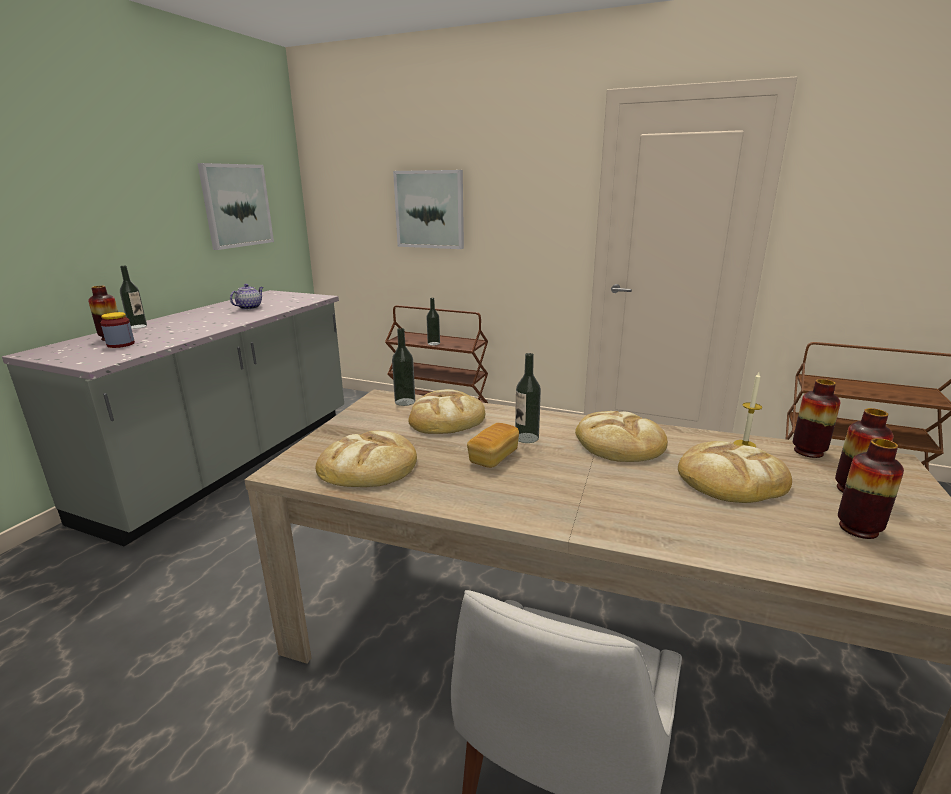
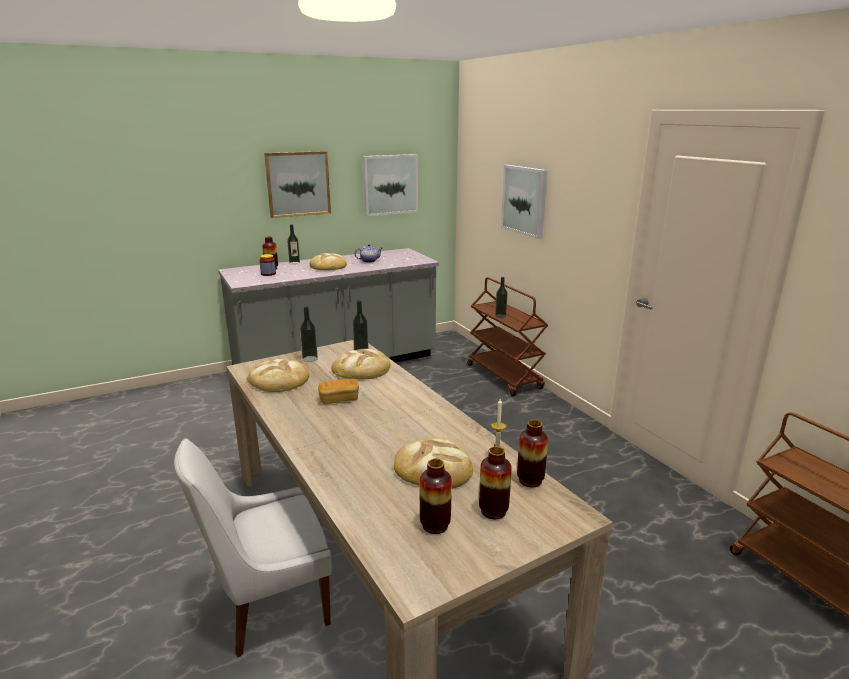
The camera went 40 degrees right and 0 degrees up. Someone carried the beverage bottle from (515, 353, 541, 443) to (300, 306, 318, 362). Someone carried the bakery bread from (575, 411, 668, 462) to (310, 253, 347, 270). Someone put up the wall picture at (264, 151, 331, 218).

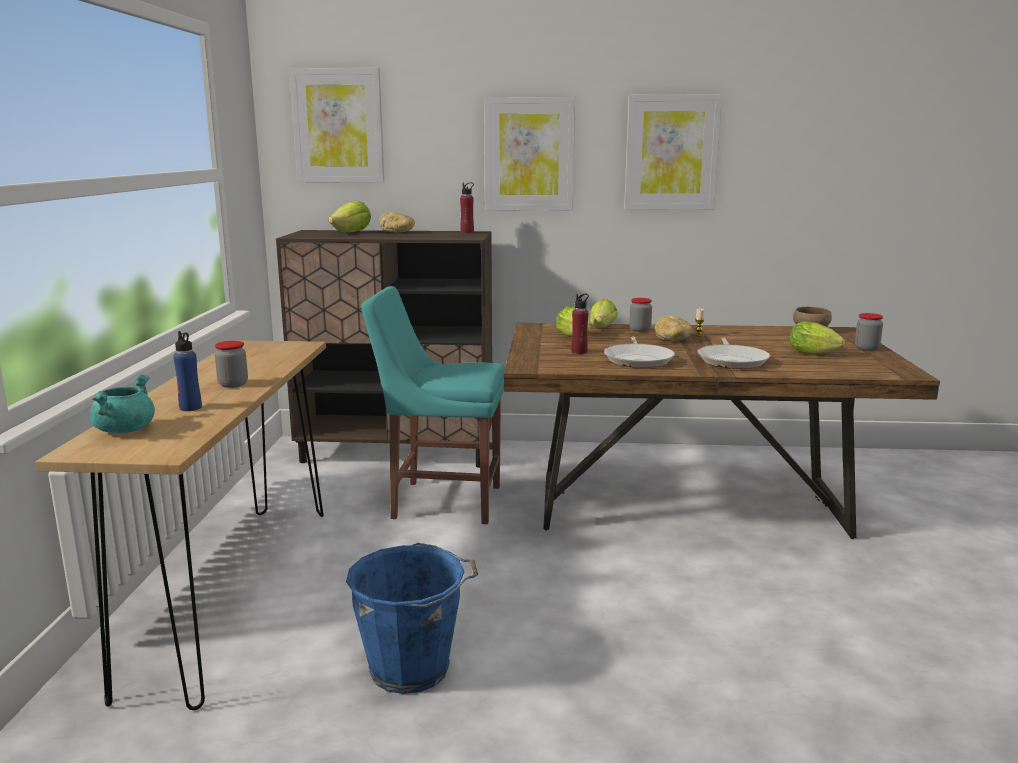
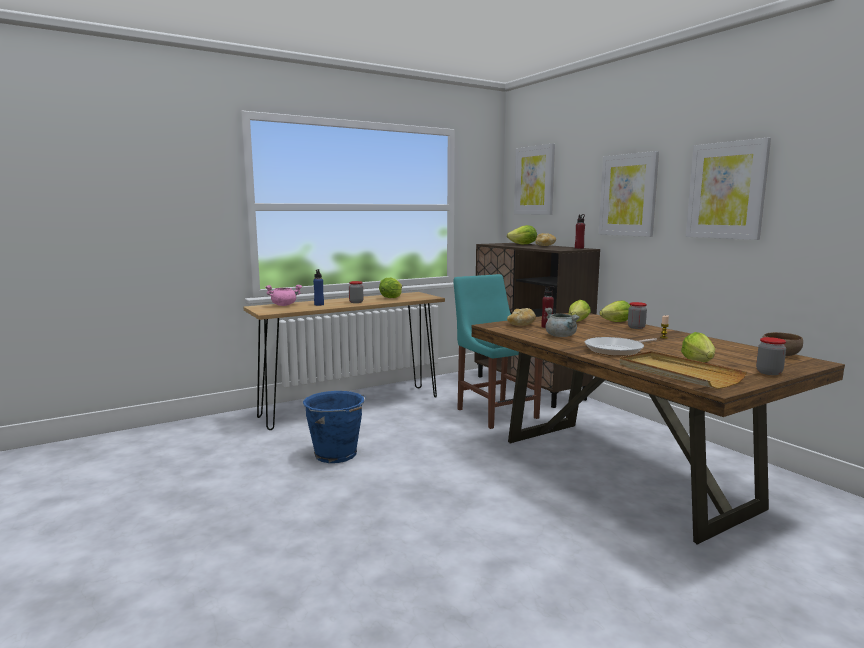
The camera went 55 degrees right and 5 degrees down. Someone repainted the stockpot in turquoise at (90, 375, 155, 433), which became the stockpot in pink at (265, 285, 302, 306). Someone swapped the skillet at (604, 337, 675, 368) for the stockpot in greyish at (545, 308, 580, 337). Someone carried the bakery bread from (655, 315, 693, 341) to (507, 308, 536, 326). Someone put down the lettuce head at (379, 278, 402, 298). Someone put down the serving tray in sand-coloured at (620, 351, 747, 389).

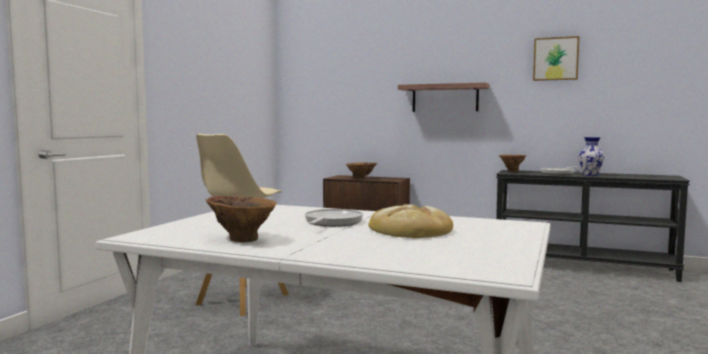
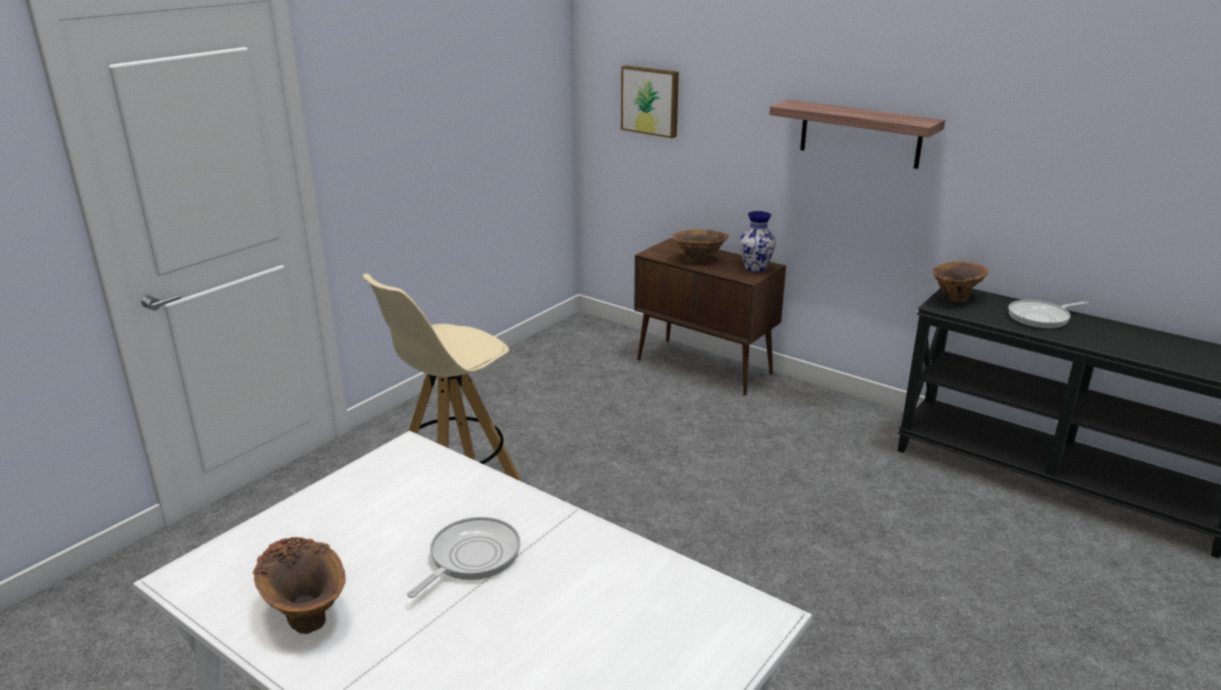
The camera went 15 degrees right and 20 degrees up. Someone took away the bakery bread at (368, 205, 453, 238). Someone carried the wall picture from (533, 36, 579, 81) to (621, 65, 679, 138). Someone carried the flower vase from (578, 137, 605, 176) to (739, 211, 776, 273).

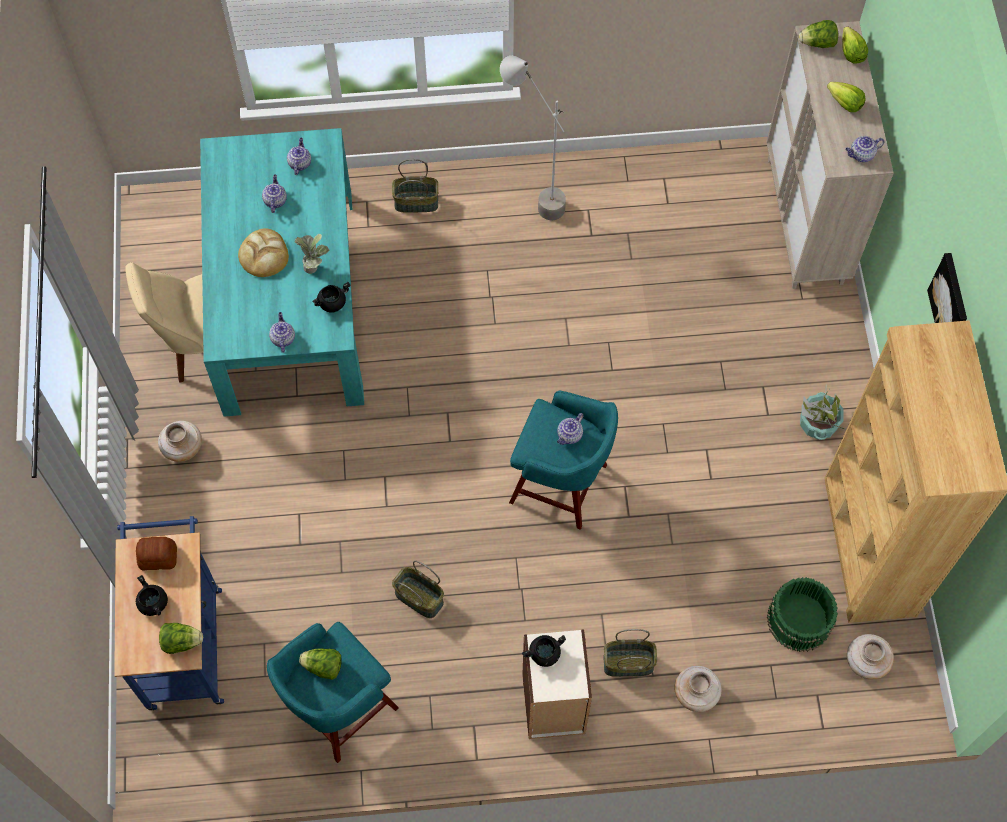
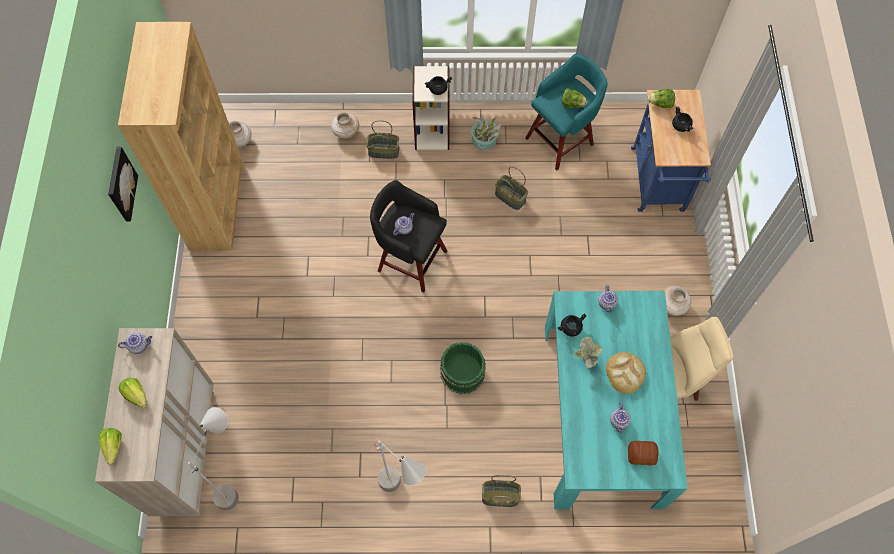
The camera went 175 degrees left and 0 degrees up. Someone carried the bakery bread from (136, 537, 177, 570) to (628, 441, 658, 465). Someone took away the pot for tea at (287, 137, 311, 175). Someone repainted the stool in turquoise at (509, 391, 618, 530), which became the stool in black at (370, 180, 447, 293). Someone carried the water bucket in green from (767, 577, 838, 652) to (440, 342, 486, 394). Someone took away the lettuce head at (799, 20, 838, 48). Someone carried the houseplant from (800, 387, 845, 440) to (471, 116, 502, 150). Someone put down the floor lamp in greyish at (186, 407, 239, 510).

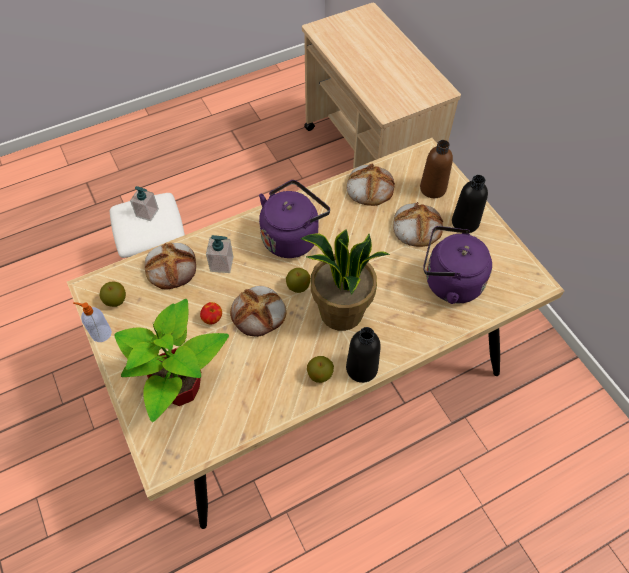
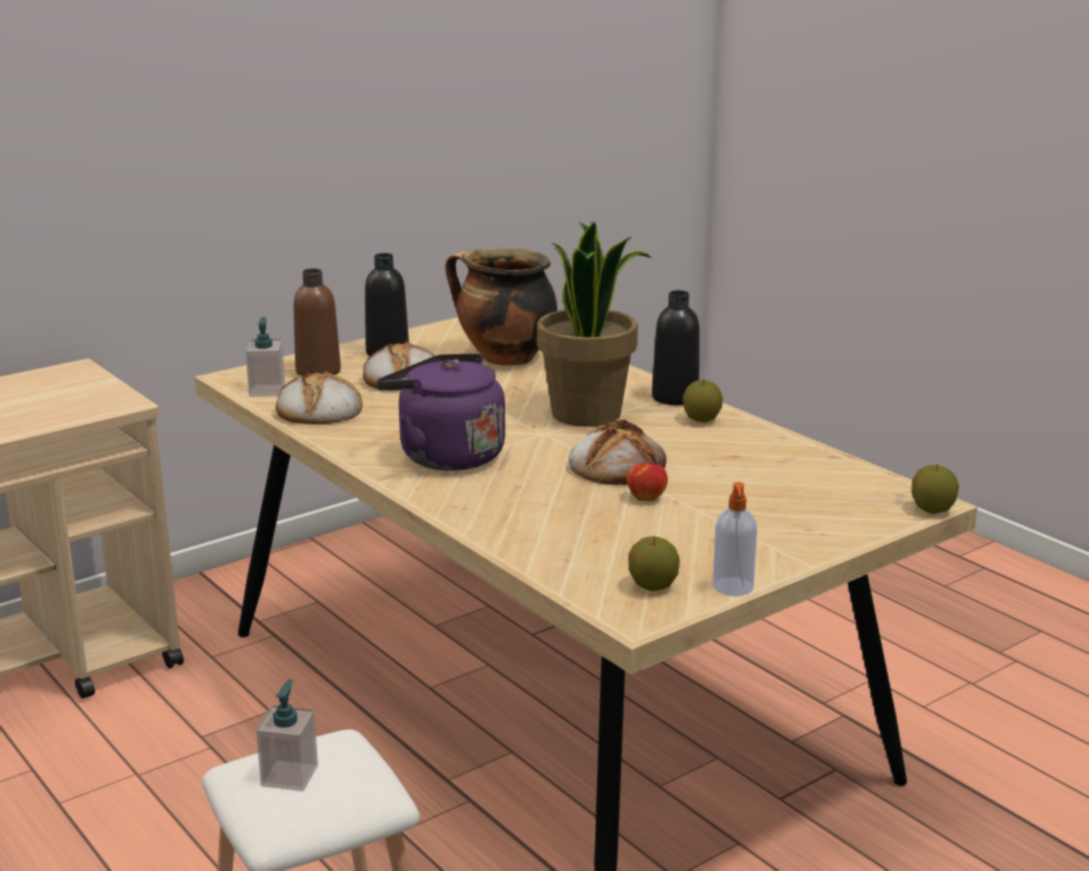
The camera went 100 degrees left and 35 degrees down. Someone took away the houseplant at (114, 299, 229, 422). Someone took away the bakery bread at (145, 243, 196, 290). Someone carried the soap bottle from (206, 235, 233, 273) to (245, 317, 285, 397). Someone carried the whole apple from (286, 268, 311, 293) to (912, 464, 959, 514). Someone swapped the water kettle in purple at (423, 226, 492, 304) for the stockpot at (445, 248, 557, 366).

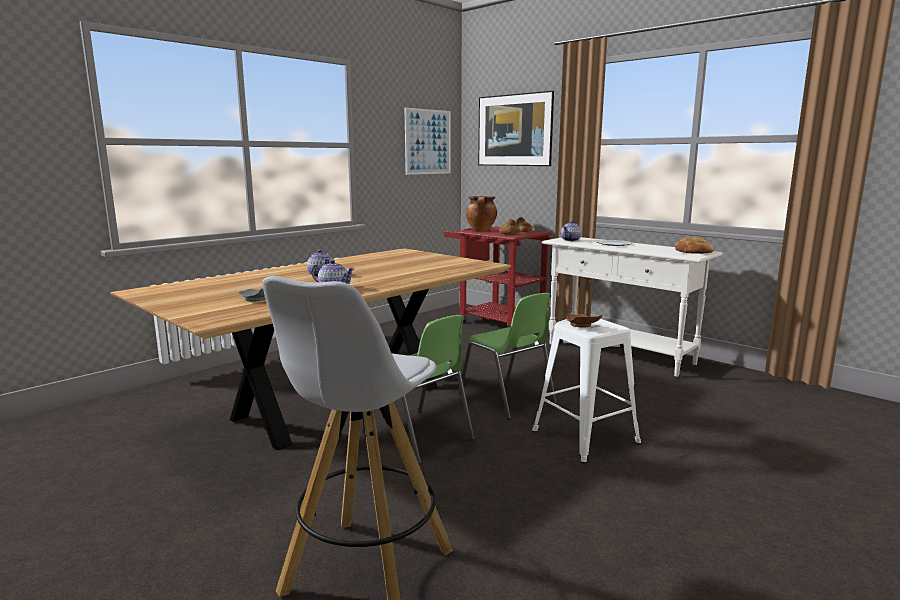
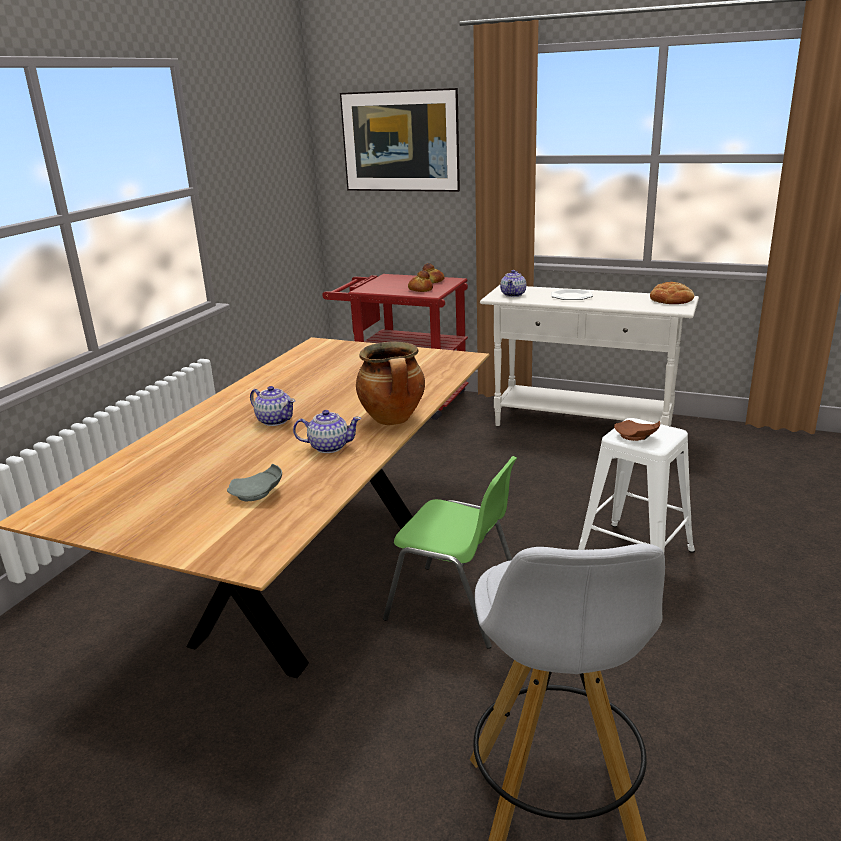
The camera went 20 degrees left and 10 degrees up. Someone took away the wall picture at (404, 107, 451, 175). Someone took away the plain chair in green at (458, 293, 556, 420). Someone carried the stockpot from (466, 196, 497, 231) to (356, 341, 425, 425).

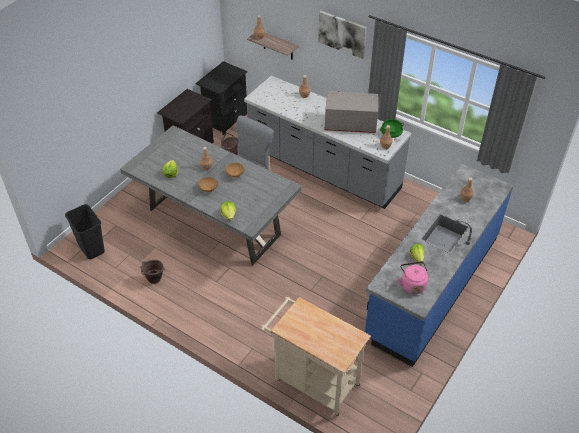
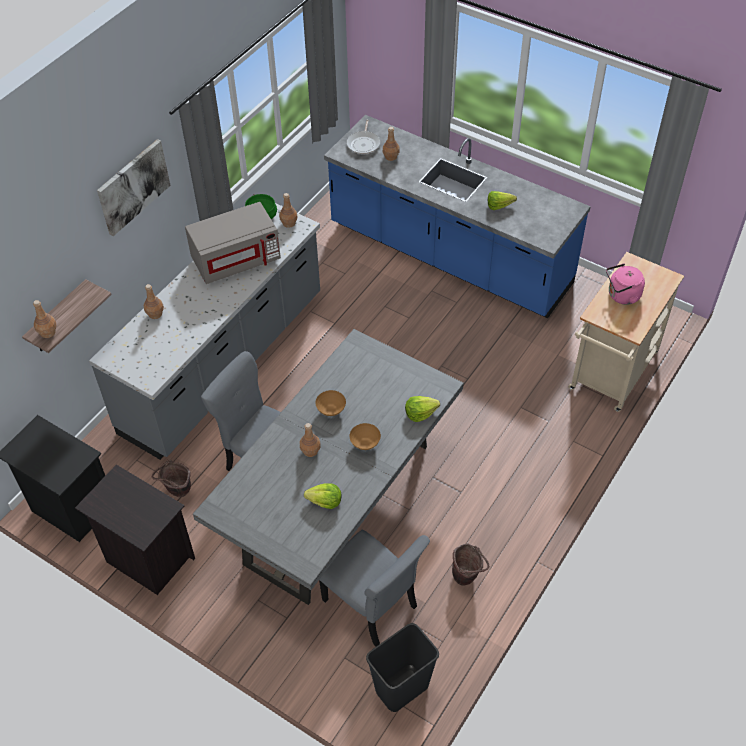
The camera went 90 degrees left and 5 degrees up. Someone rotated the kitchen microwave in greyish at (324, 91, 379, 133) by 120 degrees counterclockwise. Someone carried the water kettle in pink from (398, 261, 428, 294) to (606, 263, 645, 305). Someone put down the plain chair in greyish at (319, 530, 430, 646). Someone put down the skillet at (346, 119, 380, 154).

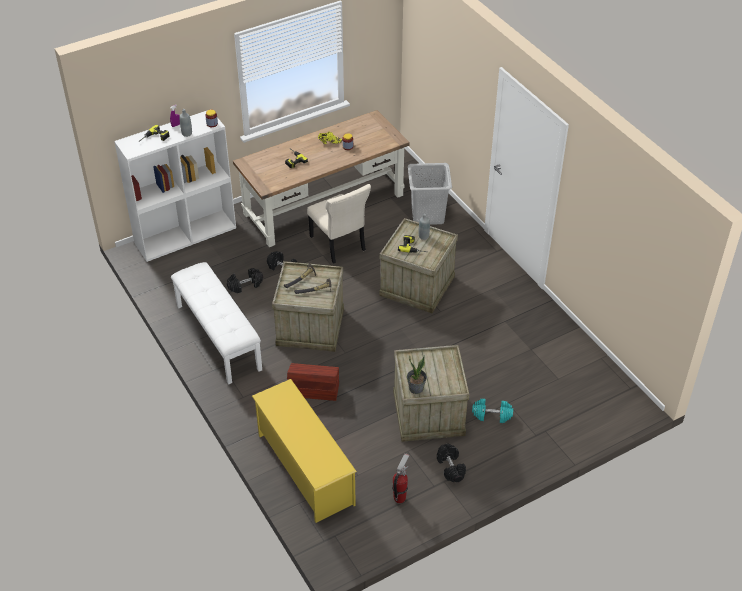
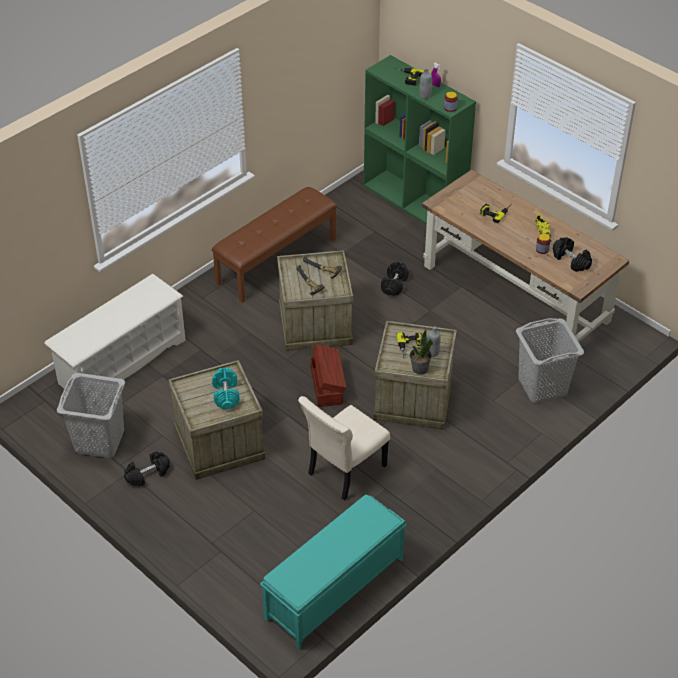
The camera went 75 degrees right and 0 degrees up. Someone repainted the bookcase in white-coloured at (114, 109, 236, 262), which became the bookcase in green at (364, 55, 476, 234). Someone repainted the indoor bench in white-coloured at (171, 262, 262, 385), which became the indoor bench in brown-coloured at (212, 187, 337, 303). Someone carried the hand weight in black from (227, 268, 263, 293) to (553, 237, 592, 272). Someone repainted the shoe rack in yellow at (252, 379, 357, 523), which became the shoe rack in white-coloured at (44, 274, 186, 389). Someone carried the storage container in brown-coloured from (287, 363, 339, 401) to (310, 344, 346, 407). Someone carried the plain chair in sand-coloured from (307, 184, 371, 264) to (298, 396, 390, 501). Someone swapped the fire extinguisher at (392, 453, 409, 503) for the laundry basket in greyish at (57, 373, 125, 458). Someone carried the houseplant from (407, 357, 427, 394) to (410, 329, 433, 375). Someone carried the hand weight in turquoise from (472, 399, 513, 423) to (212, 367, 239, 409). Someone put down the indoor bench in turquoise at (260, 495, 407, 649).

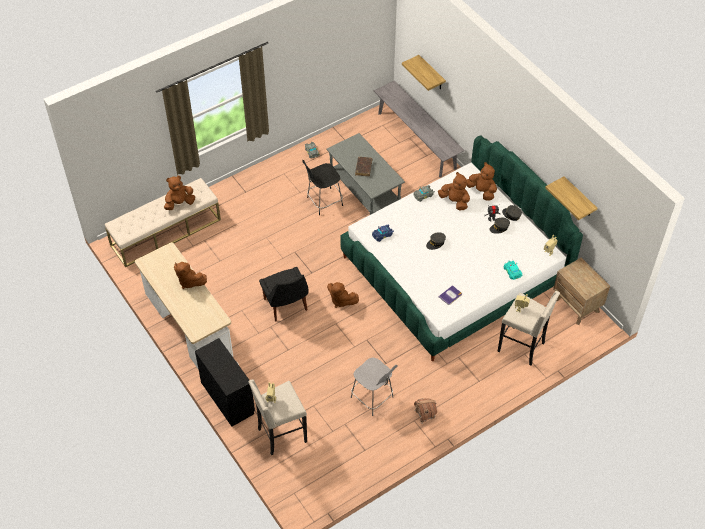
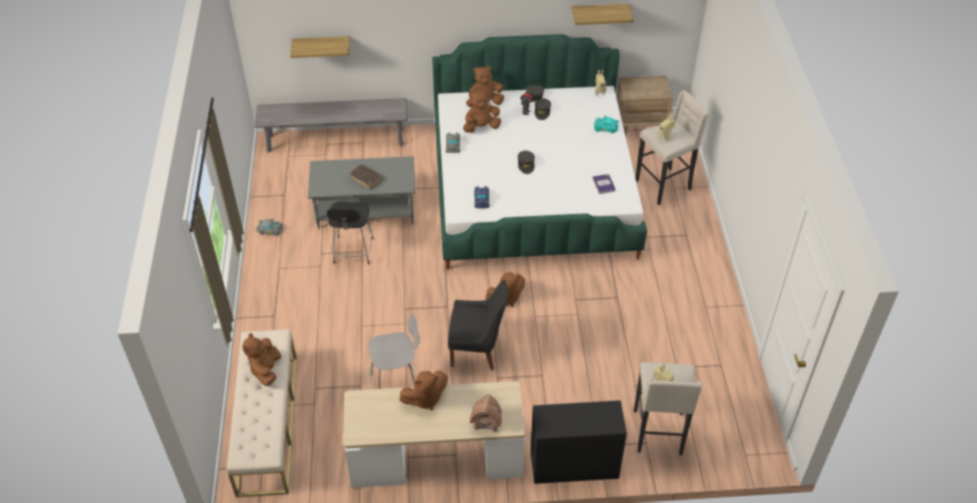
The camera went 60 degrees left and 5 degrees down. Someone carried the plain chair in greyish from (351, 358, 398, 416) to (368, 312, 420, 389). Someone carried the toy house from (414, 398, 437, 423) to (470, 394, 502, 433).

